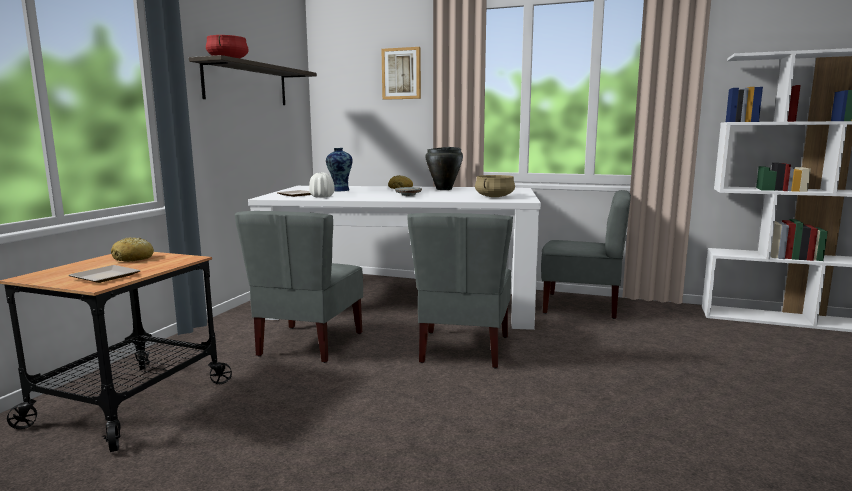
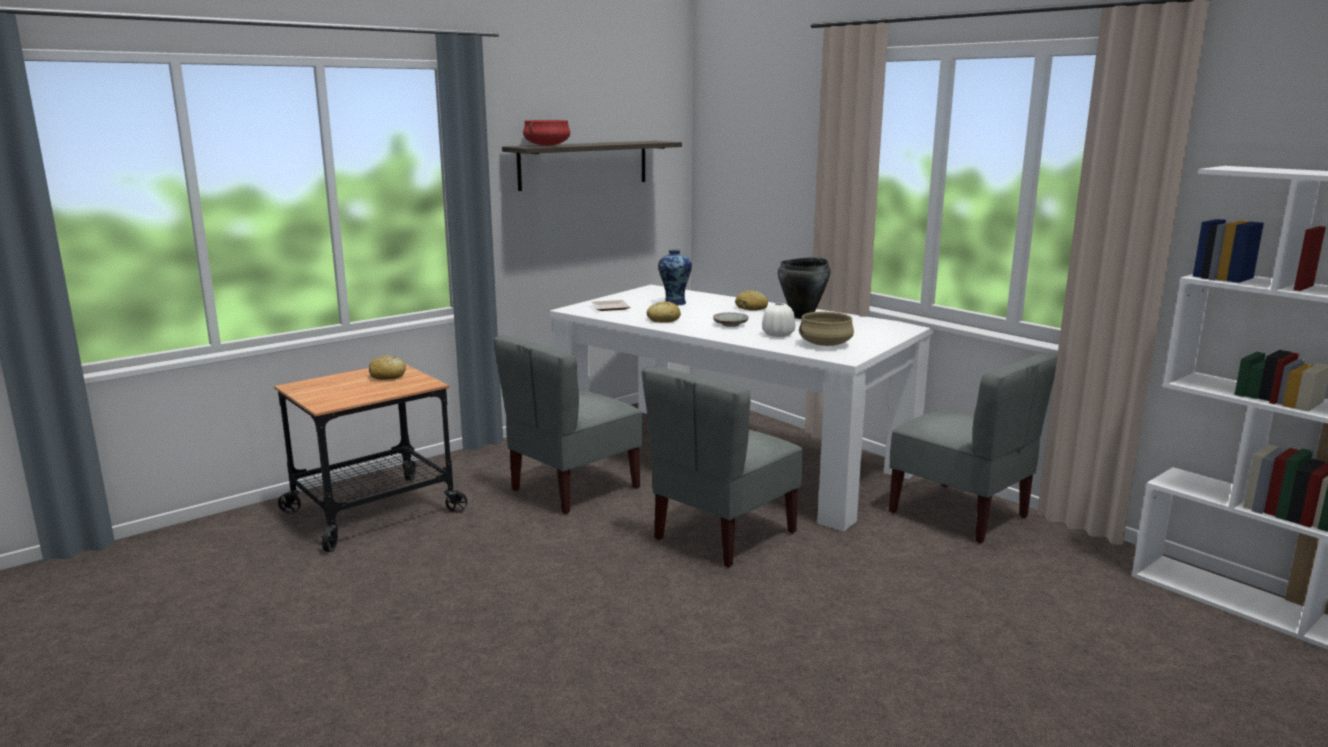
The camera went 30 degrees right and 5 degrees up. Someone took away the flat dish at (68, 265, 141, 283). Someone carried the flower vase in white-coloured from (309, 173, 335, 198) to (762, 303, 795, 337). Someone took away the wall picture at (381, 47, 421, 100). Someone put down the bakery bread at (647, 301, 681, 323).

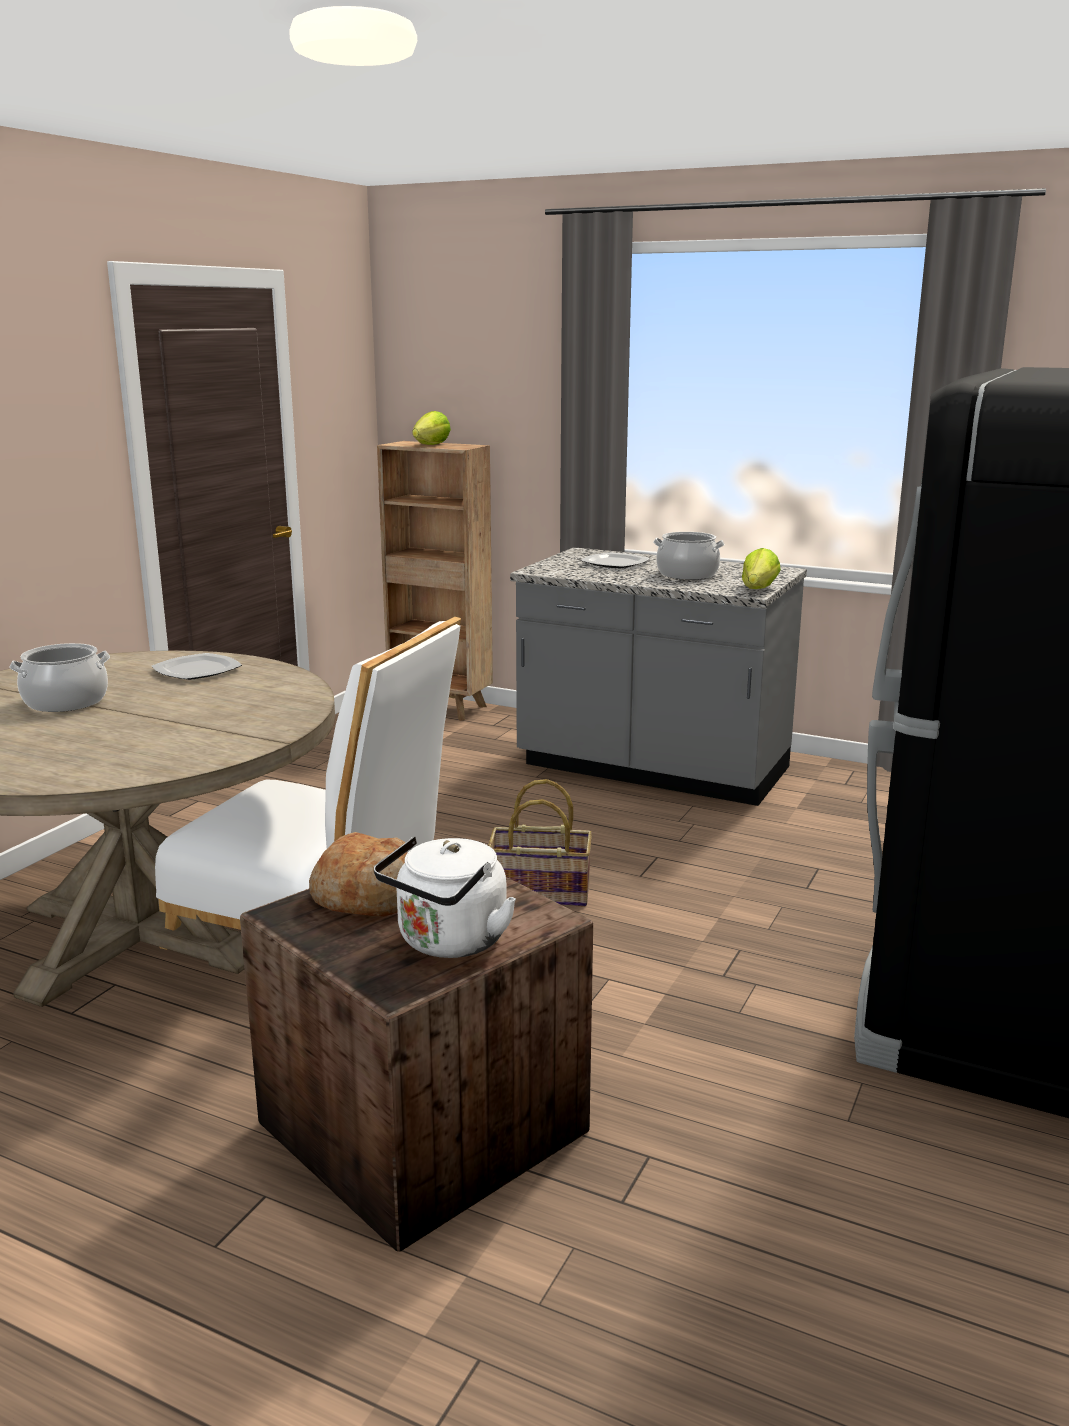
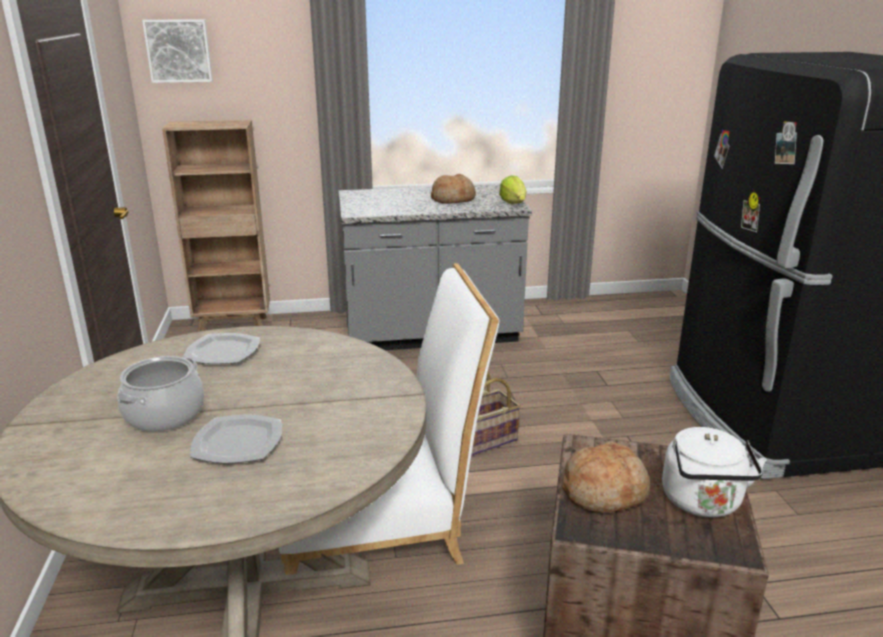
The camera went 35 degrees left and 5 degrees up. Someone took away the lettuce head at (412, 411, 451, 445). Someone carried the flat dish from (580, 552, 650, 568) to (190, 415, 282, 463). Someone swapped the stockpot at (653, 532, 725, 580) for the bakery bread at (431, 174, 476, 204). Someone put up the wall picture at (142, 19, 213, 83).

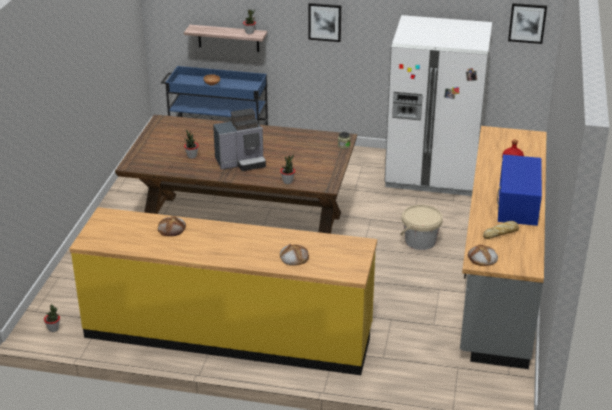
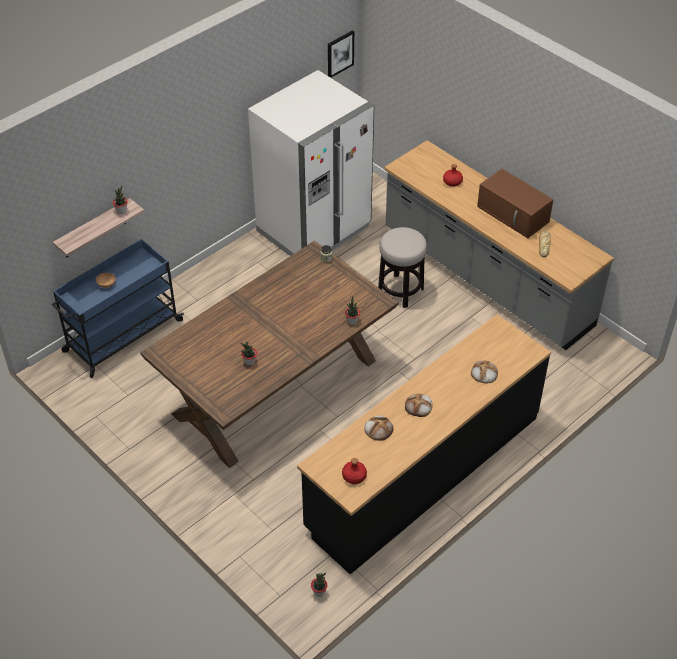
The camera went 55 degrees left and 15 degrees up. Someone repainted the kitchen counter in yellow at (69, 207, 377, 375), which became the kitchen counter in black at (297, 314, 551, 574). Someone took away the coffee machine at (213, 108, 266, 171). Someone took away the wall picture at (308, 3, 341, 42). Someone swapped the water bucket in sand-coloured at (400, 205, 443, 250) for the stool at (378, 227, 427, 308). Someone carried the bakery bread from (468, 244, 498, 266) to (405, 394, 433, 417). Someone repainted the kitchen microwave in blue at (497, 154, 542, 226), which became the kitchen microwave in brown-coloured at (477, 169, 553, 238). Someone put down the beverage bottle in red at (342, 458, 367, 484).

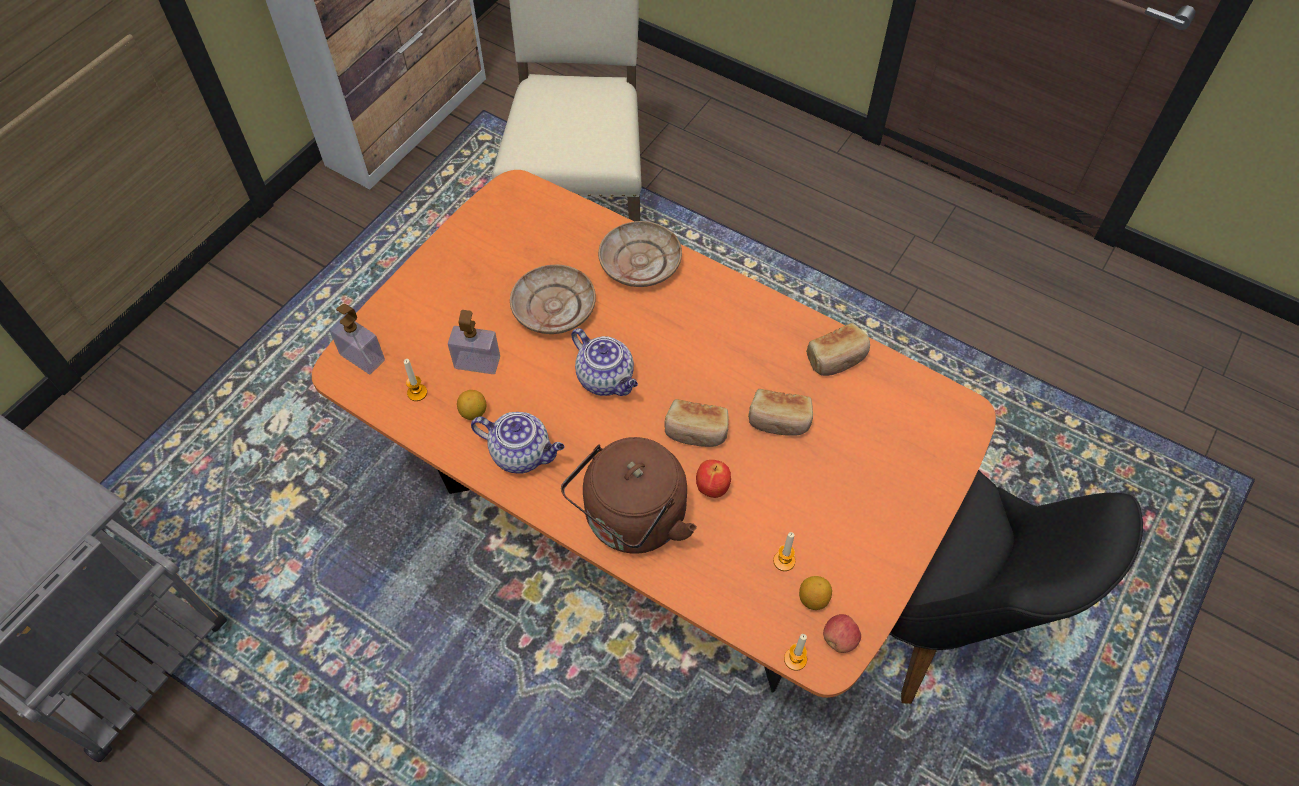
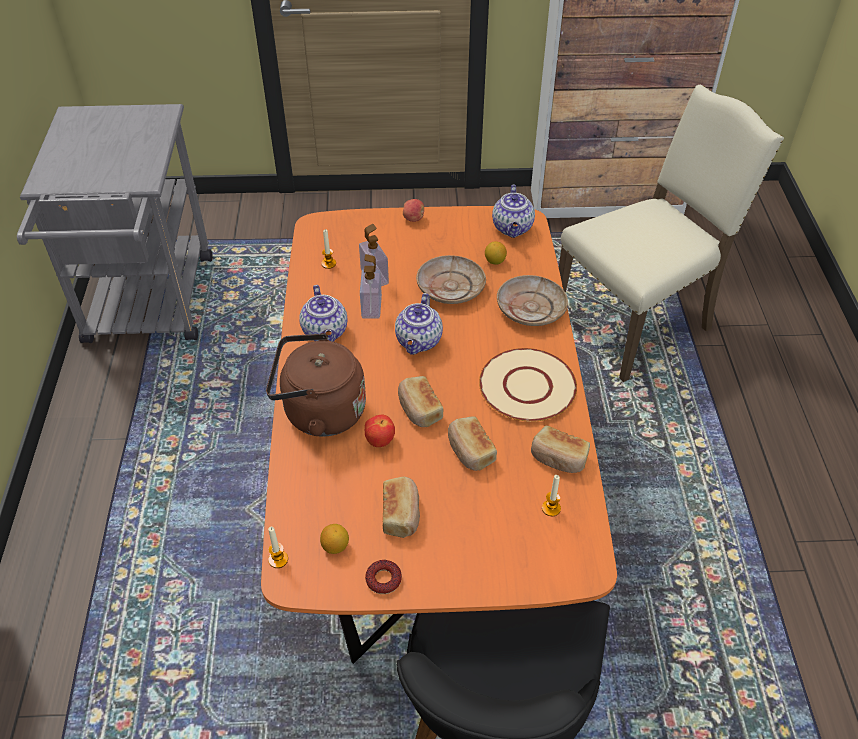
The camera went 55 degrees right and 10 degrees down. Someone carried the soap bottle from (329, 304, 385, 374) to (360, 254, 382, 319). Someone carried the citrus fruit from (457, 390, 486, 420) to (485, 241, 507, 265). Someone carried the candle from (773, 532, 795, 571) to (542, 475, 561, 516). Someone carried the whole apple from (823, 614, 861, 653) to (403, 199, 424, 222). Someone put down the doughnut at (365, 560, 402, 594). Someone put down the bakery bread at (383, 476, 420, 538). Someone put down the flat dish in sand-coloured at (479, 348, 577, 422). Someone put down the pot for tea at (492, 185, 535, 238).

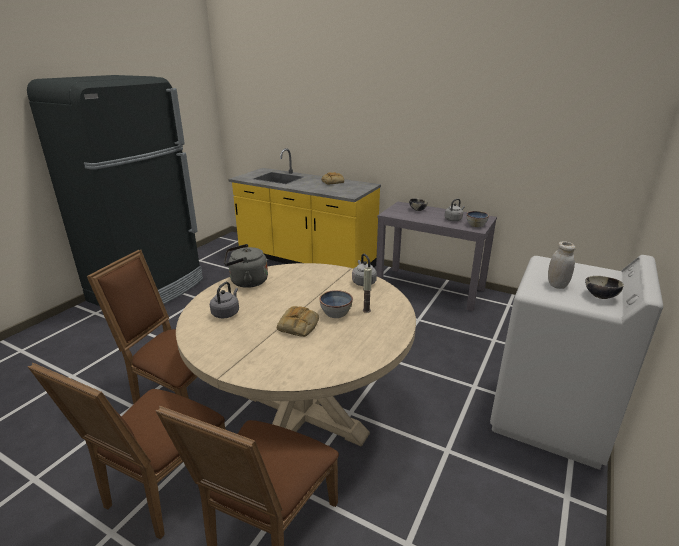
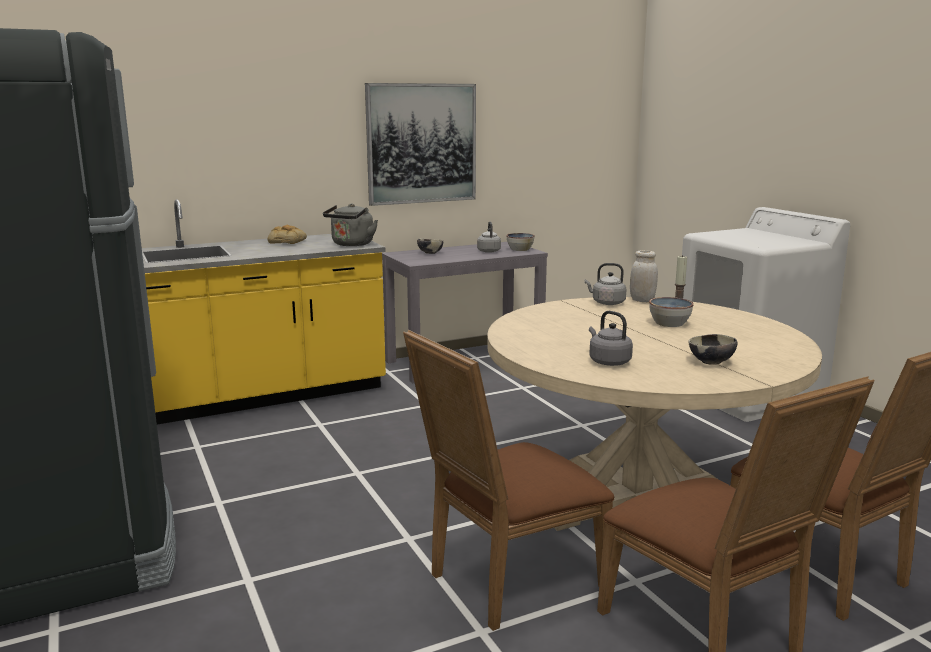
The camera went 55 degrees left and 10 degrees down. Someone carried the water kettle in greyish from (224, 244, 268, 288) to (323, 204, 378, 246). Someone took away the bakery bread at (277, 306, 319, 337). Someone carried the storage jar in white-coloured from (548, 241, 576, 289) to (630, 250, 658, 302). Someone carried the serving bowl from (585, 276, 624, 299) to (689, 334, 737, 365). Someone put up the wall picture at (365, 83, 476, 206).

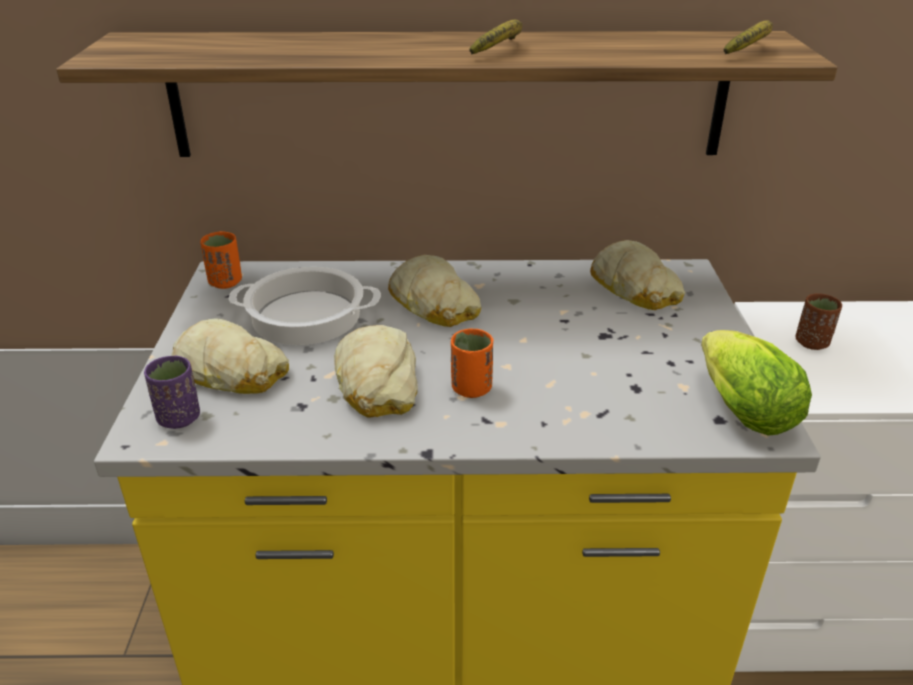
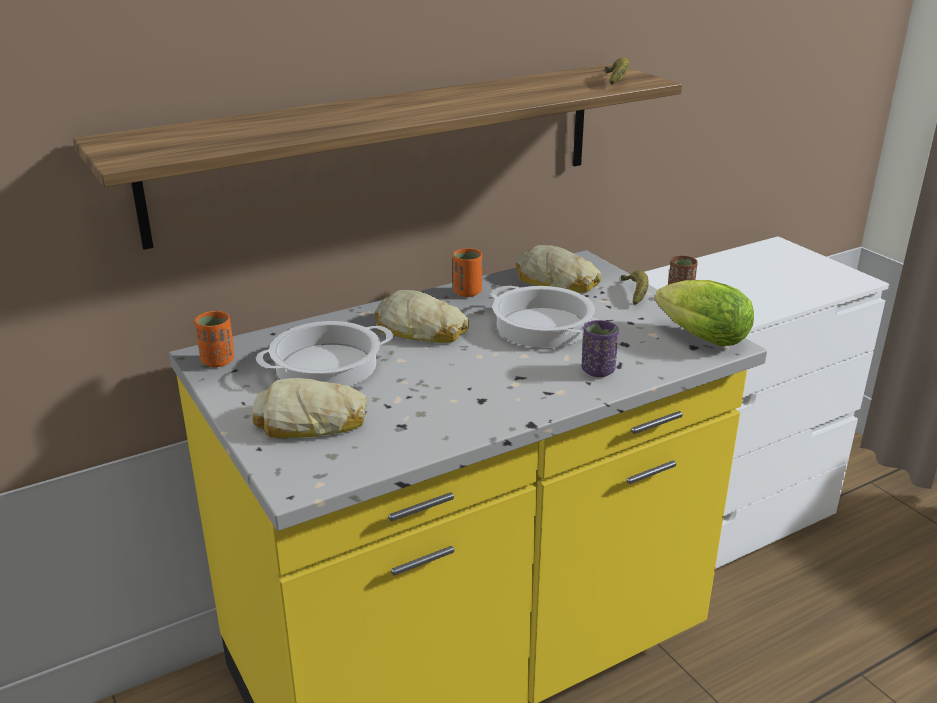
The camera went 30 degrees left and 5 degrees down. Someone carried the drinking cup in purple from (144, 356, 200, 429) to (582, 320, 619, 377). Someone took away the bakery bread at (334, 325, 418, 418). Someone carried the drinking cup in orange from (451, 328, 494, 398) to (453, 248, 482, 297). Someone carried the whole banana from (469, 20, 522, 54) to (621, 270, 649, 305). Someone put down the stockpot at (490, 286, 598, 348).

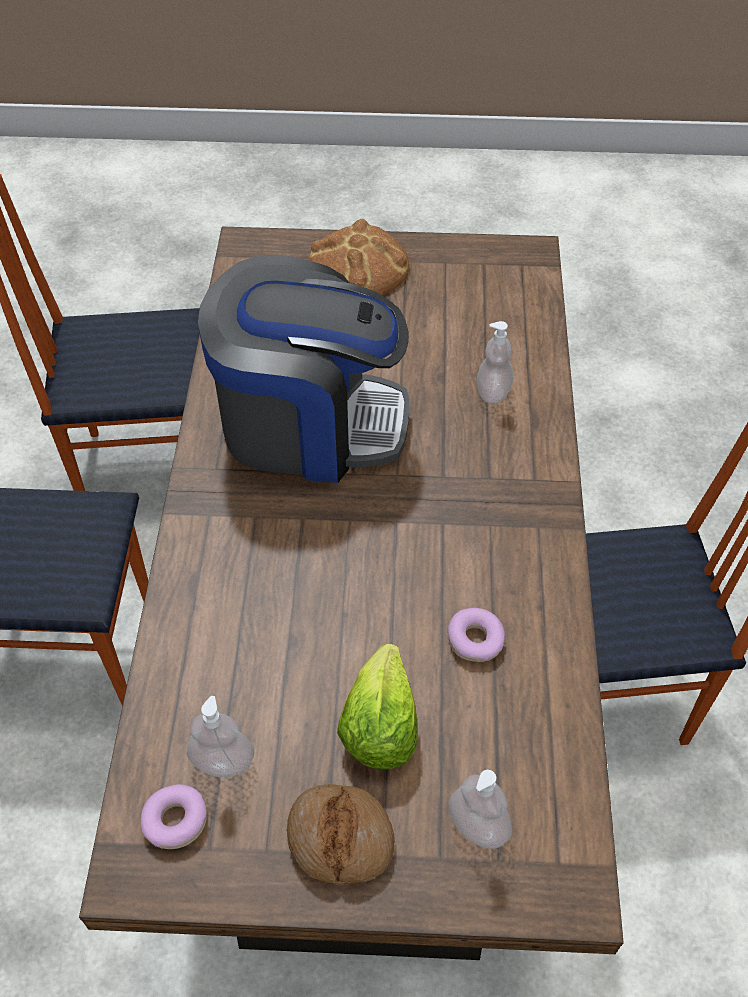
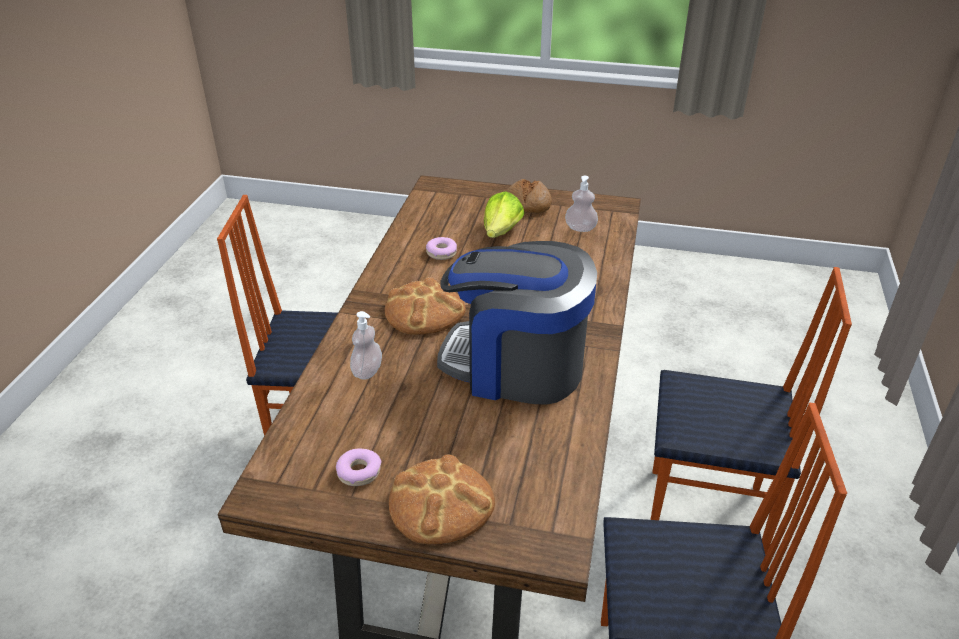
The camera went 170 degrees left and 15 degrees down. Someone carried the doughnut from (141, 784, 207, 849) to (336, 449, 382, 486). Someone took away the soap bottle at (448, 770, 512, 849). Someone put down the bakery bread at (385, 278, 466, 335).

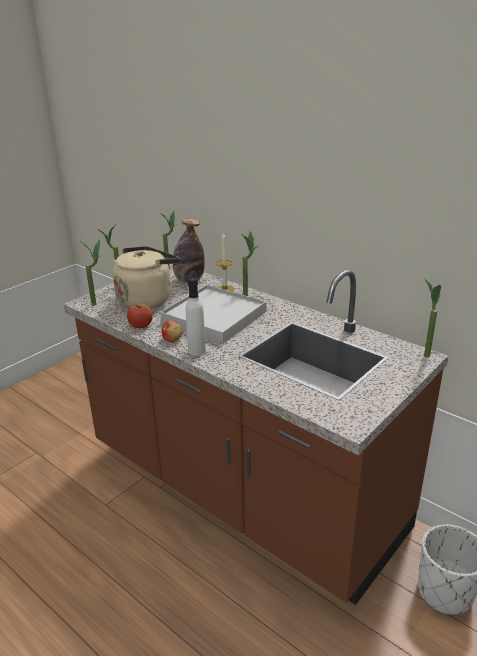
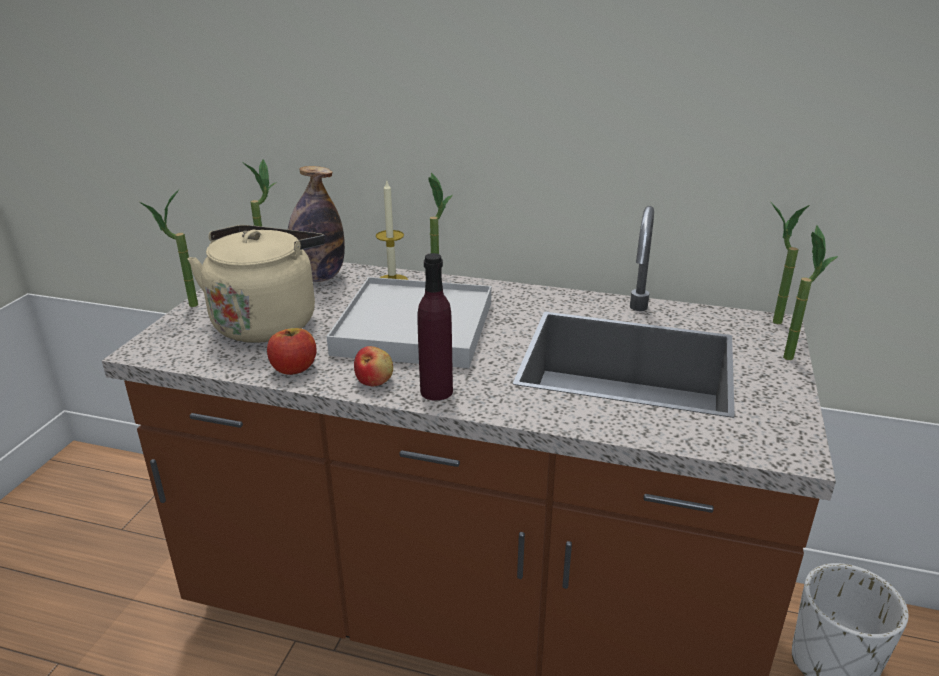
The camera went 25 degrees left and 0 degrees up. Someone carried the houseplant from (81, 240, 100, 306) to (783, 225, 838, 360). Someone repainted the beverage bottle in white-coloured at (186, 278, 206, 356), which became the beverage bottle in purple at (418, 253, 453, 401).

